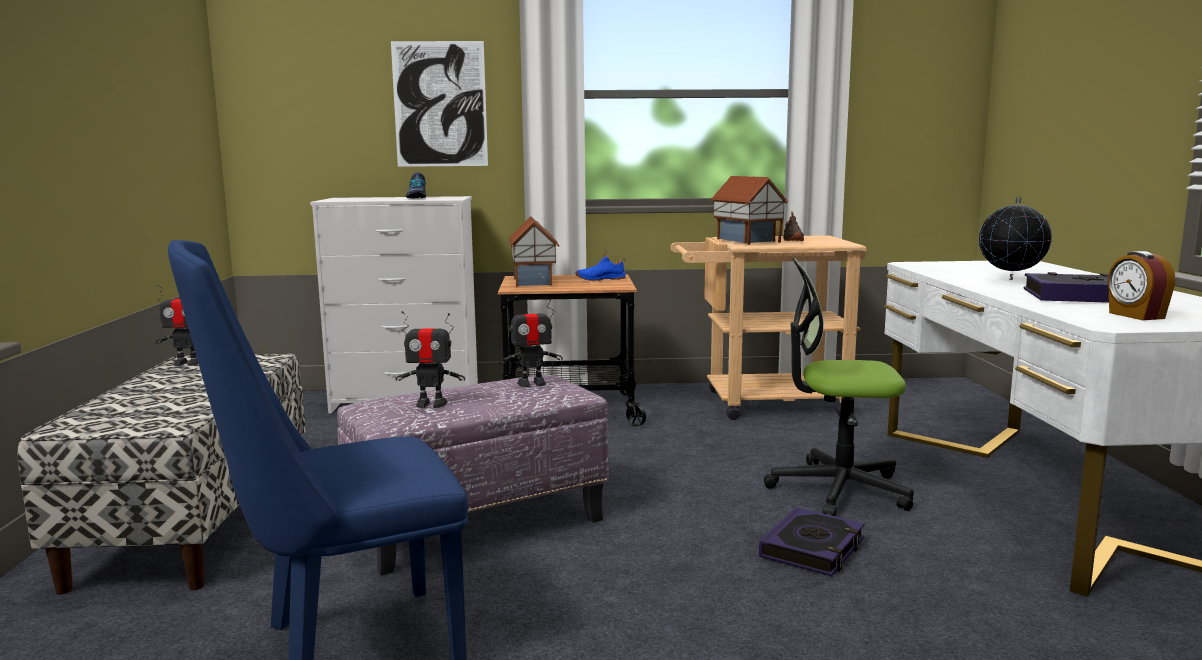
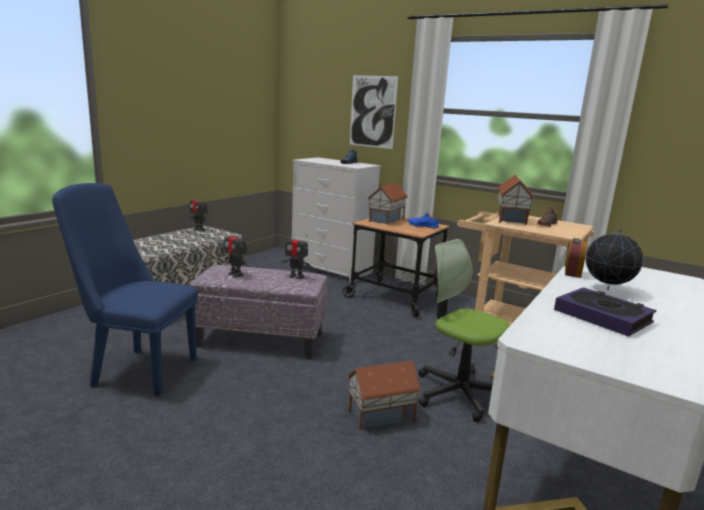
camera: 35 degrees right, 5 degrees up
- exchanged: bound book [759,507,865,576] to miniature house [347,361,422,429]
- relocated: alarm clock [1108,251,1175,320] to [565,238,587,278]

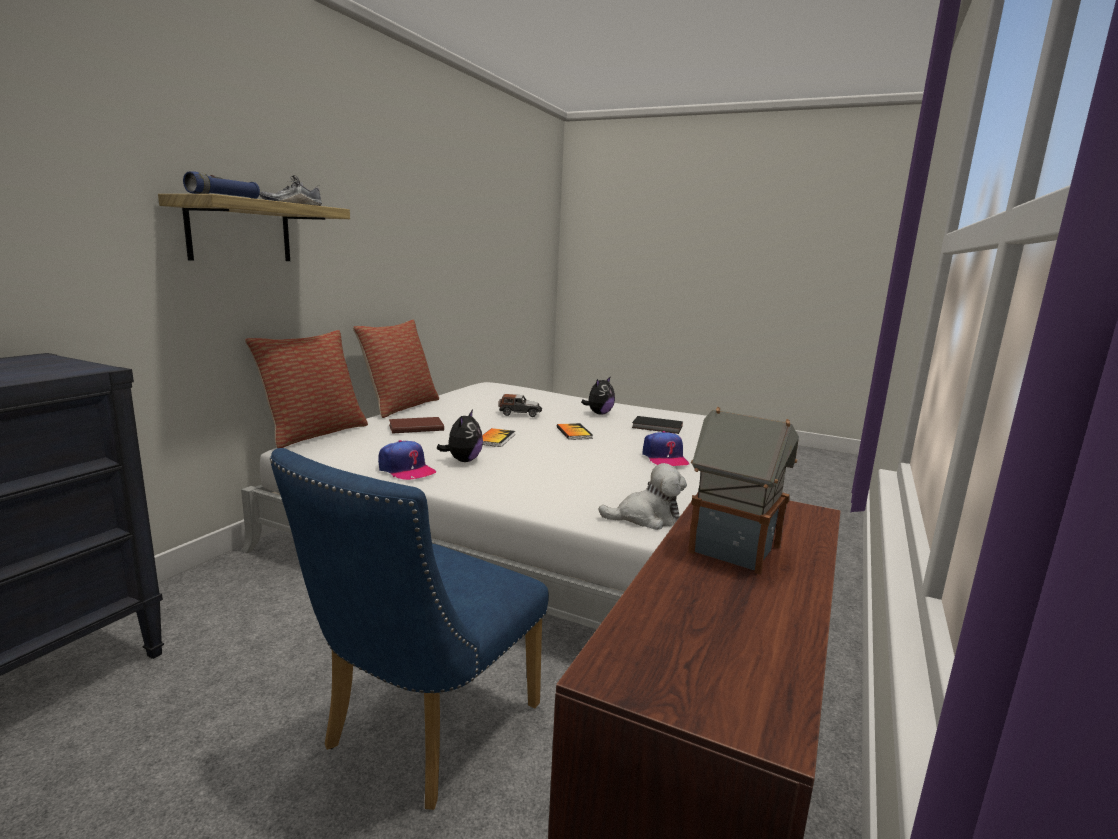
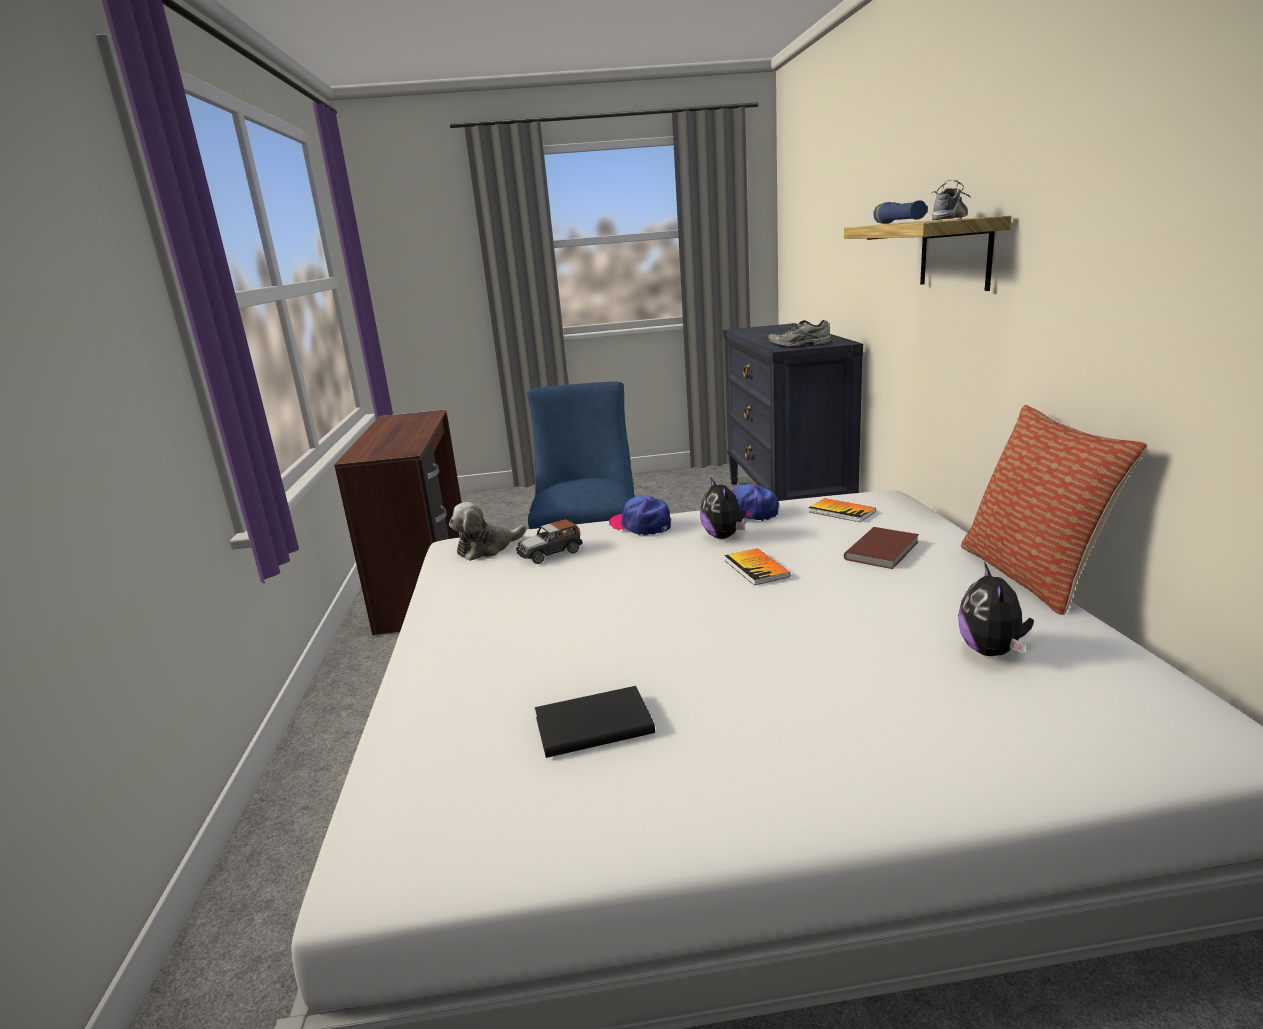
camera: 150 degrees right, 5 degrees up
- relocated: toy car [498,394,542,417] to [516,519,583,564]
- relocated: peaked cap [642,431,689,466] to [609,496,671,536]
- appeared: grey shoe [767,320,832,347]
- relocated: bound book [557,423,593,440] to [809,498,876,522]
- relocated: soft toy [581,376,615,414] to [958,562,1034,656]
- missing: pillow [245,330,368,448]
- missing: miniature house [688,407,799,575]

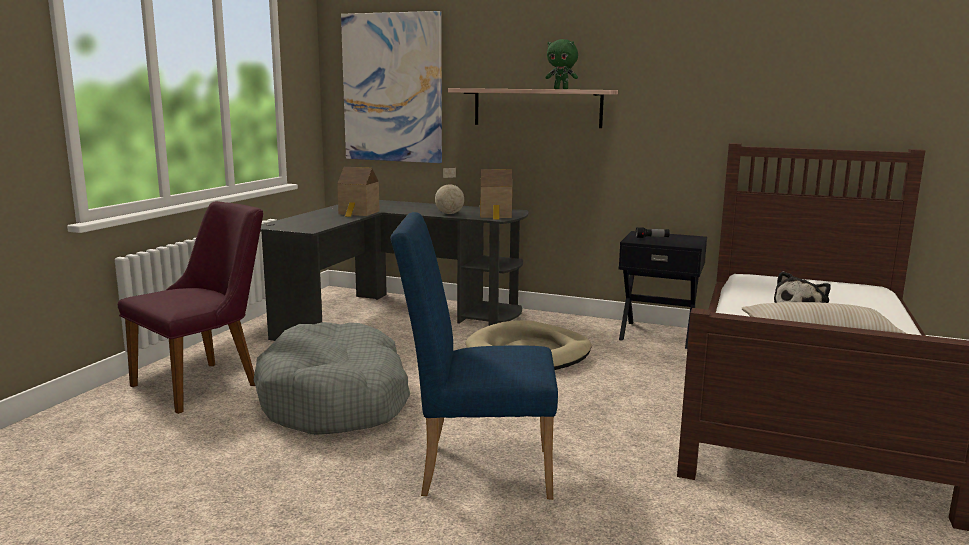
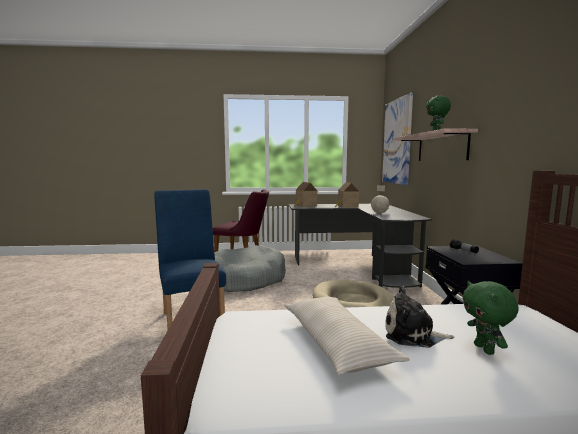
camera: 65 degrees right, 5 degrees down
- relocated: miniature house [479,169,512,220] to [294,182,317,207]
- appeared: green-coloured soft toy [463,281,519,355]

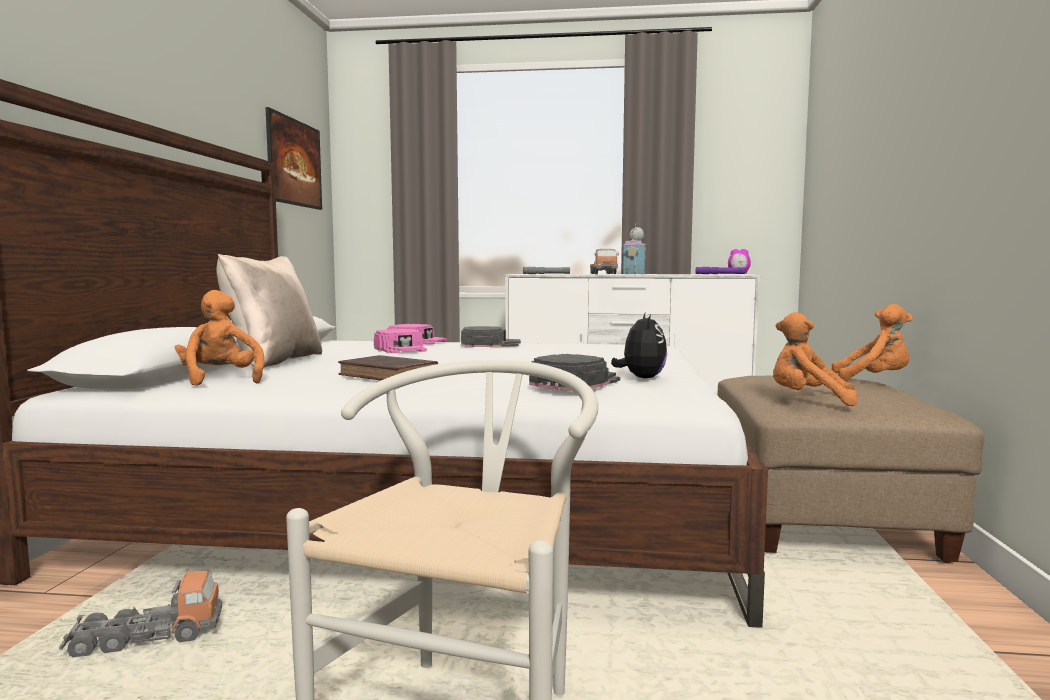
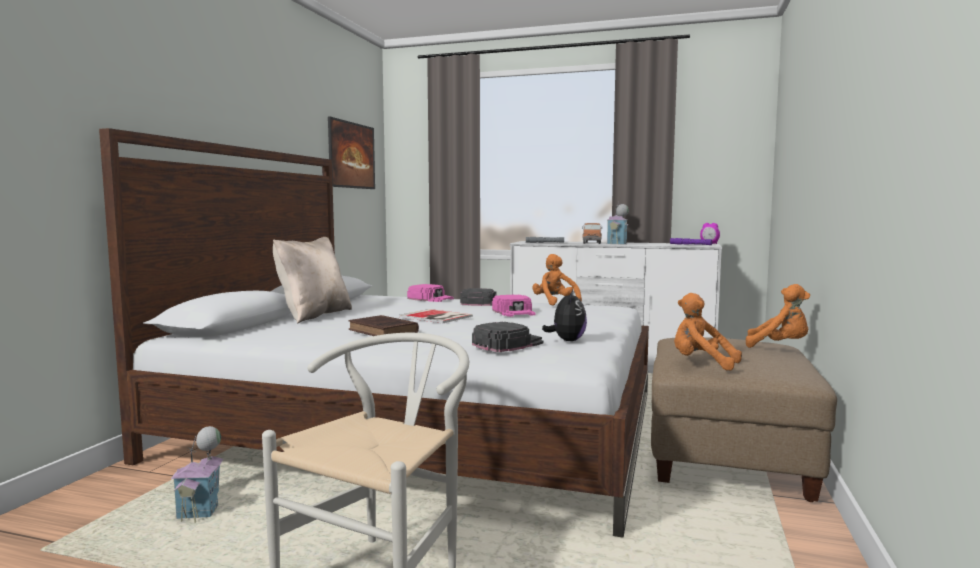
camera: 10 degrees right, 0 degrees up
- exchanged: toy lorry [59,571,222,658] to miniature house [171,426,223,523]
- appeared: bound book [399,309,473,323]
- relocated: pinkish peaked cap [374,329,427,353] to [492,295,535,317]
- relocated: orange-coloured soft toy [175,290,264,386] to [532,254,582,305]

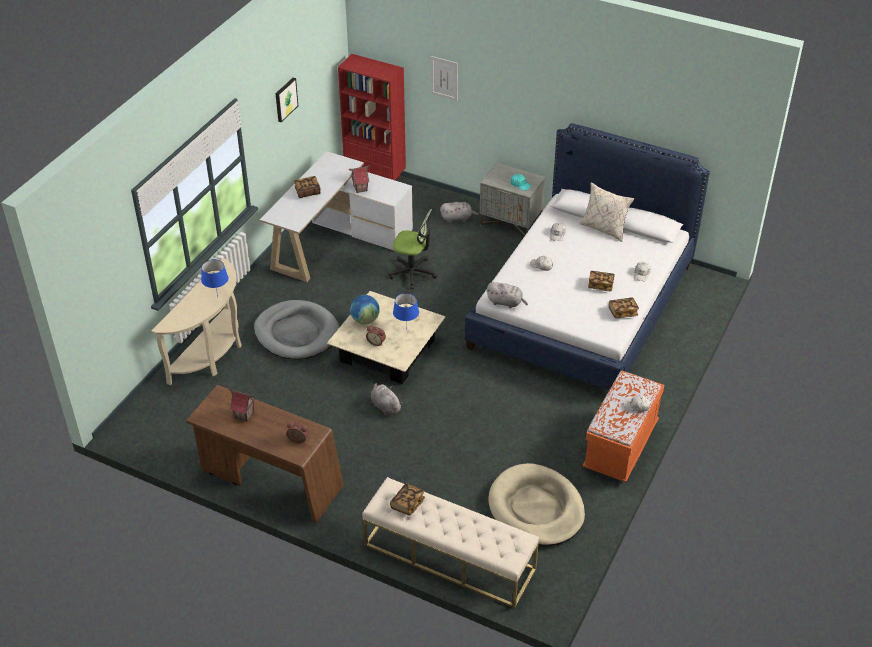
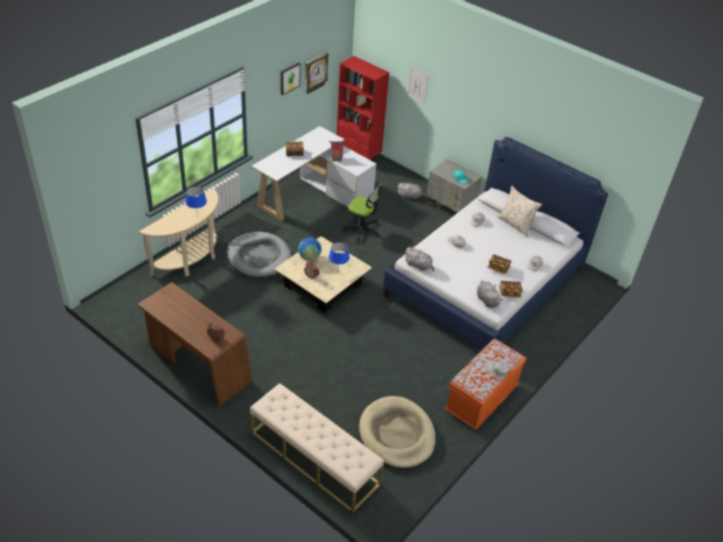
camera: 10 degrees right, 0 degrees up
- appeared: hanging clock [305,52,329,94]
- relocated: grey soft toy [371,383,403,416] to [477,280,503,308]
- missing: miniature house [229,389,256,422]
- missing: bound book [390,483,425,516]

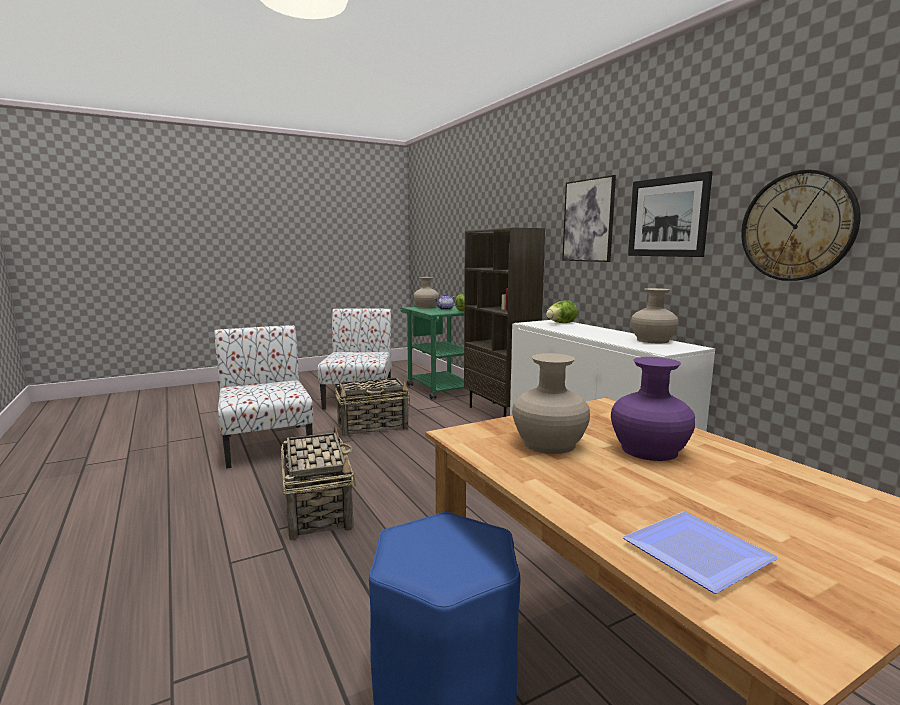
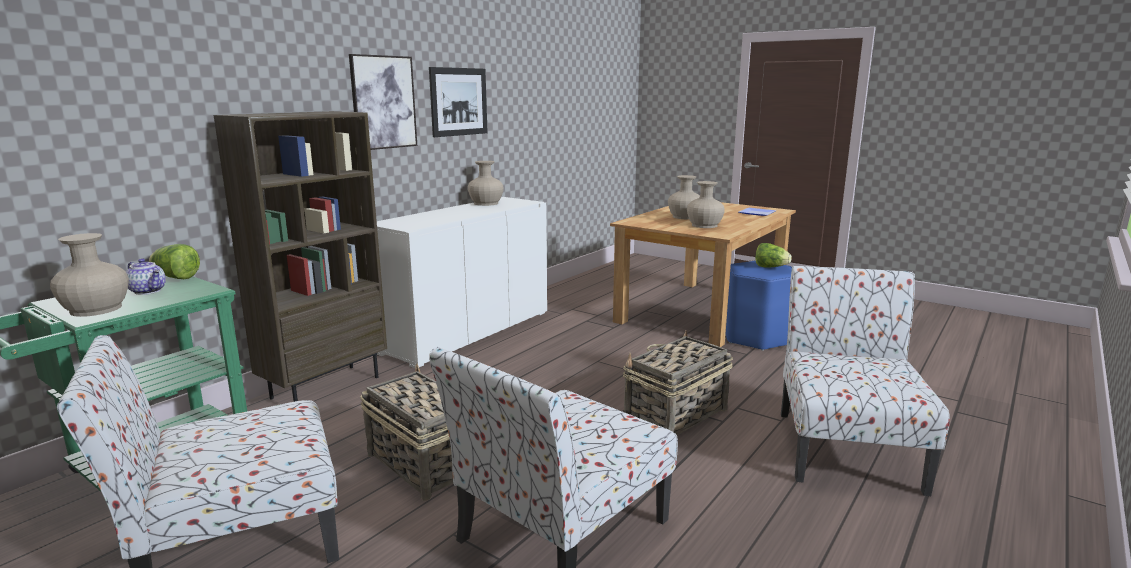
camera: 115 degrees left, 5 degrees up
- colour: purple vase [611,357,695,461] to sand-coloured vase [668,175,700,219]
- relocated: head of lettuce [546,300,577,323] to [755,243,792,268]
- appeared: chair [781,266,950,496]
- missing: hanging clock [741,170,860,281]

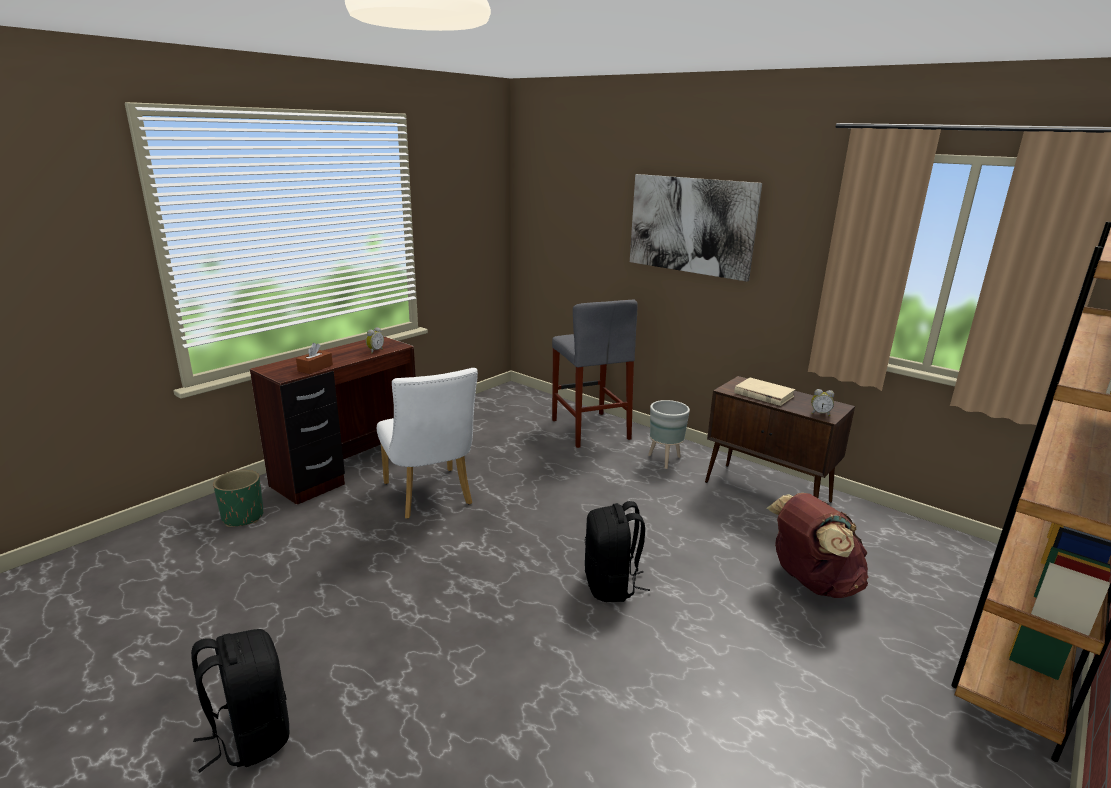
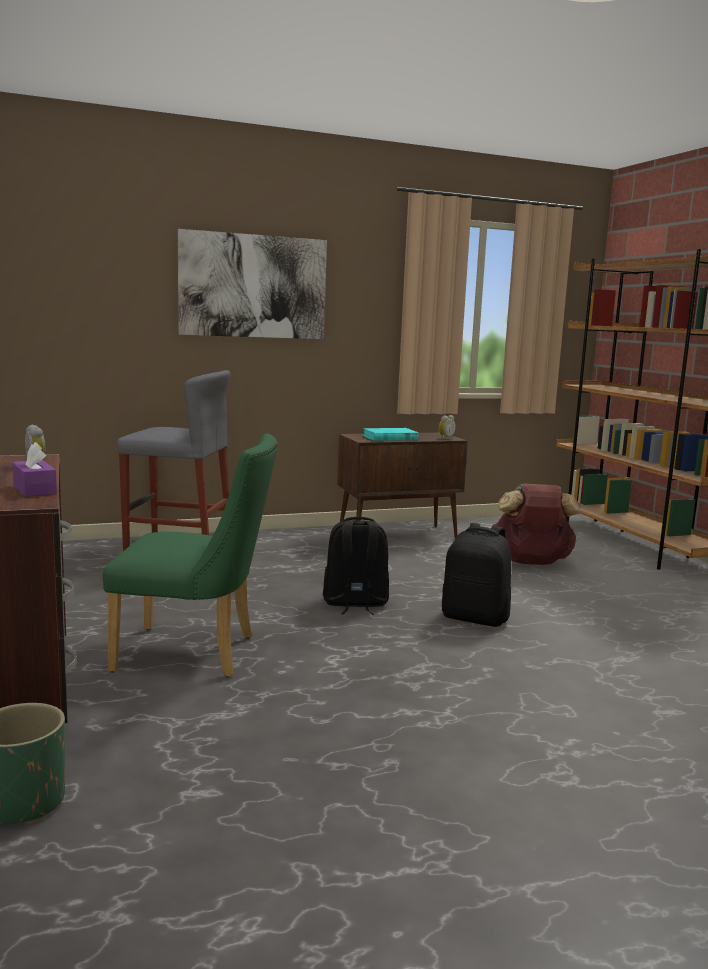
camera: 60 degrees left, 10 degrees down
- colour: brown-coloured tissue holder [296,343,333,374] to purple tissue holder [12,442,57,497]
- colour: white-coloured chair [377,368,478,519] to green-coloured chair [103,434,277,678]
- relocated: black knapsack [191,629,289,772] to [323,517,389,615]
- colour: sand-coloured bound book [734,378,795,406] to turquoise bound book [362,428,419,441]
- missing: grey planter [648,400,690,469]

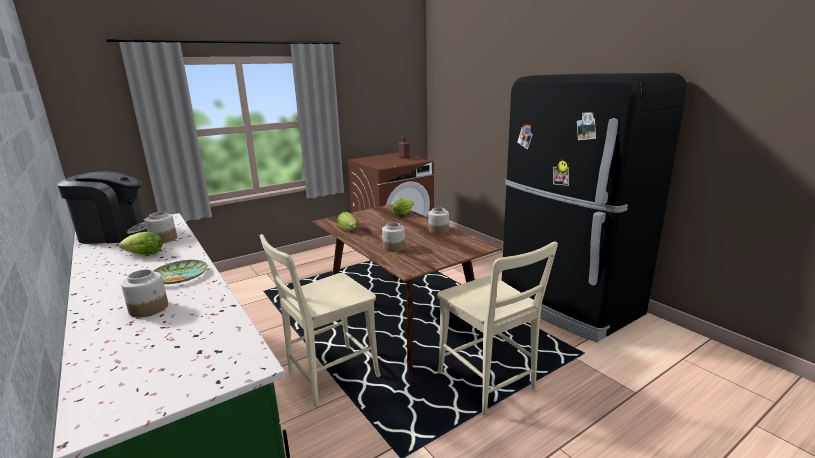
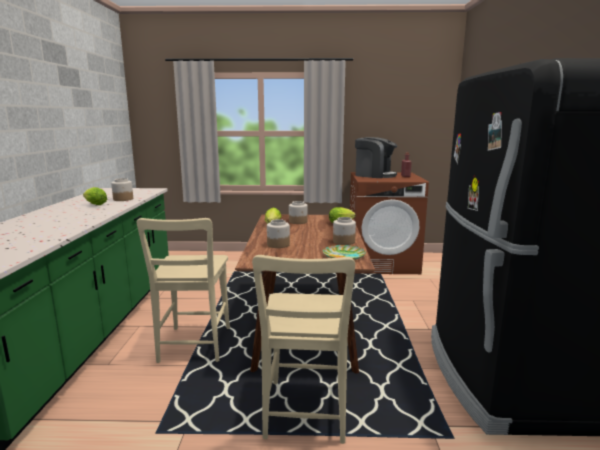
camera: 35 degrees right, 5 degrees down
- spun: sand-coloured chair [260,234,381,407] = [137,218,230,363] 90 degrees counterclockwise
- relocated: jar [121,269,168,318] to [289,201,308,224]
- relocated: dinner plate [153,260,207,284] to [323,245,366,260]
- relocated: coffee maker [57,171,147,244] to [355,137,397,178]

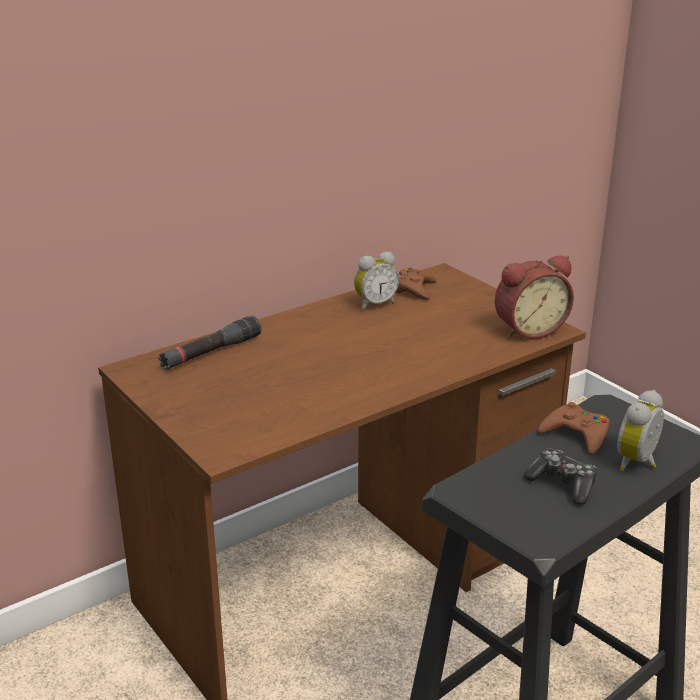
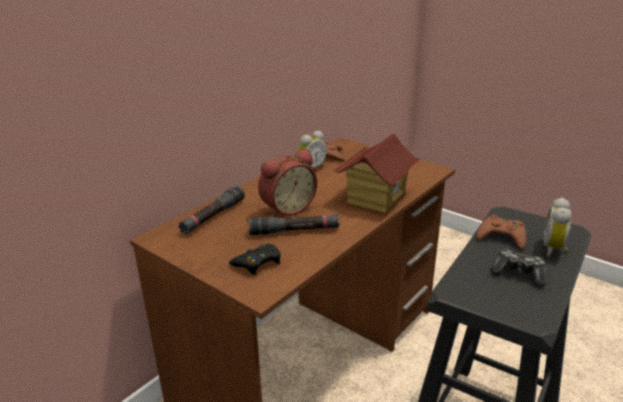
camera: 15 degrees left, 0 degrees up
- appeared: black game controller [229,244,281,275]
- appeared: black torch [249,215,339,235]
- relocated: alarm clock [495,255,574,339] to [258,149,317,217]
- appeared: miniature house [334,134,421,213]

